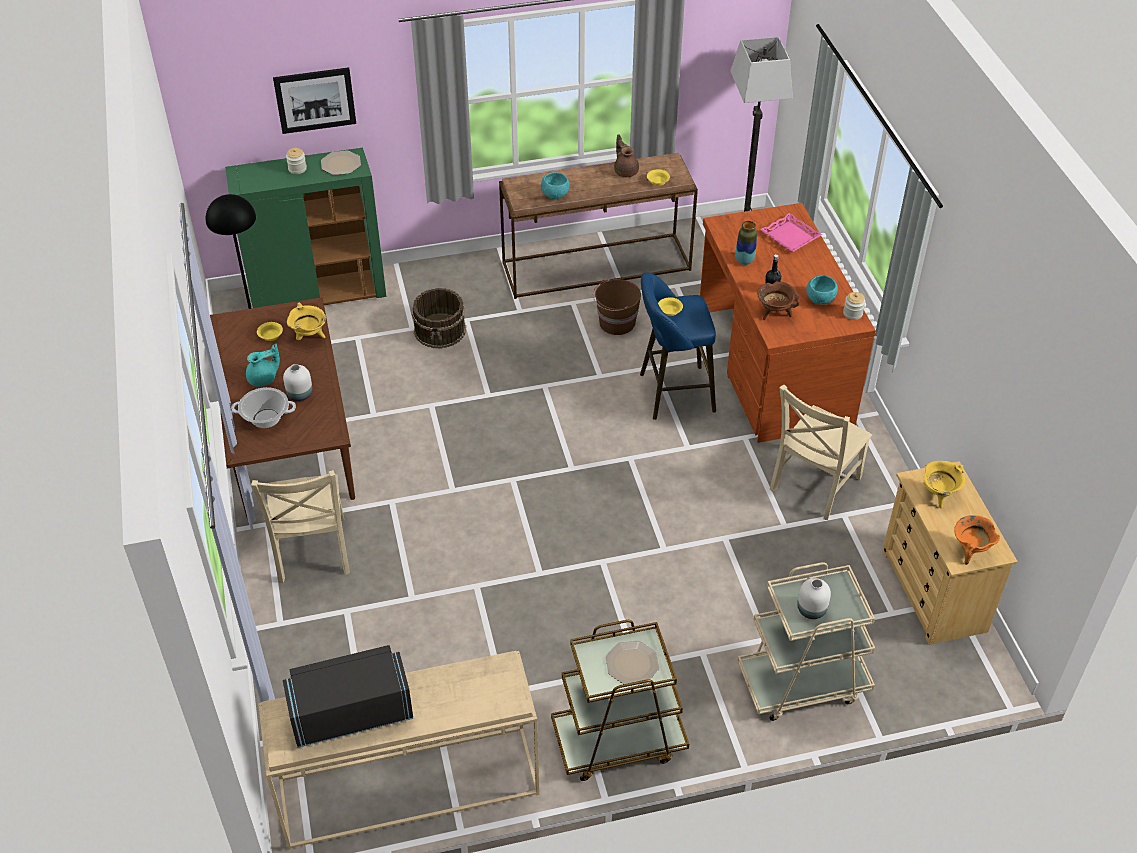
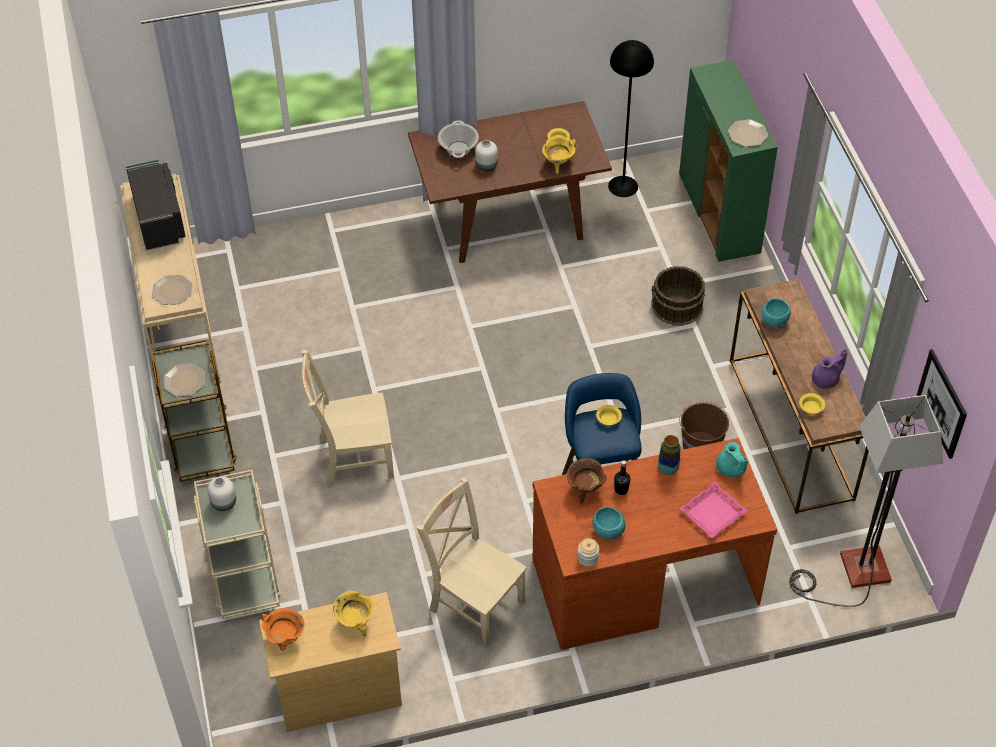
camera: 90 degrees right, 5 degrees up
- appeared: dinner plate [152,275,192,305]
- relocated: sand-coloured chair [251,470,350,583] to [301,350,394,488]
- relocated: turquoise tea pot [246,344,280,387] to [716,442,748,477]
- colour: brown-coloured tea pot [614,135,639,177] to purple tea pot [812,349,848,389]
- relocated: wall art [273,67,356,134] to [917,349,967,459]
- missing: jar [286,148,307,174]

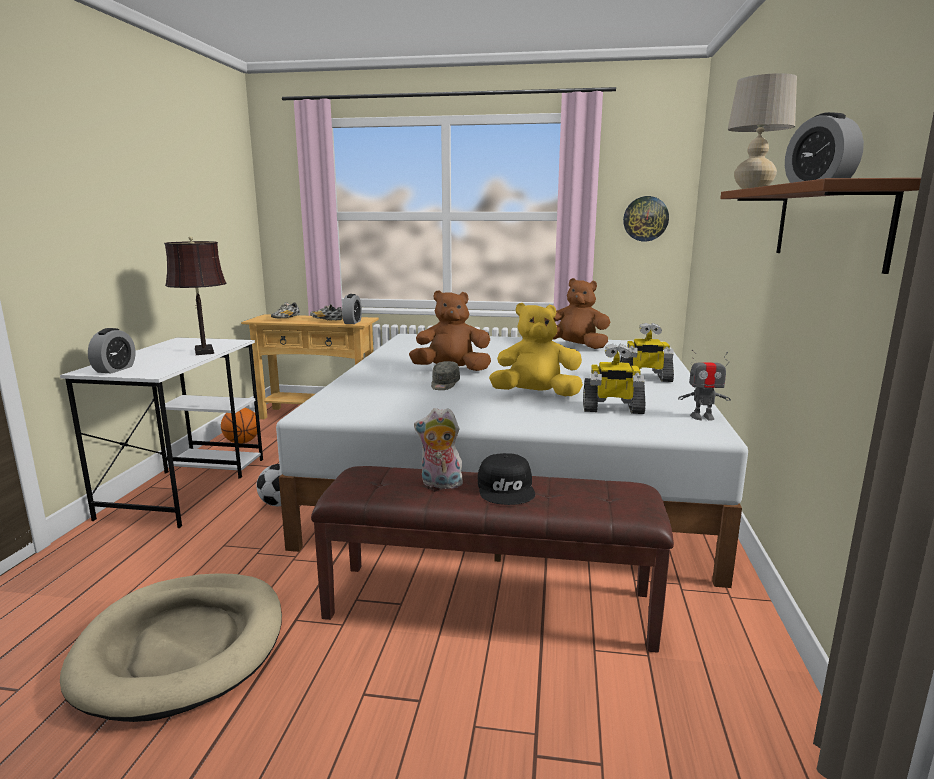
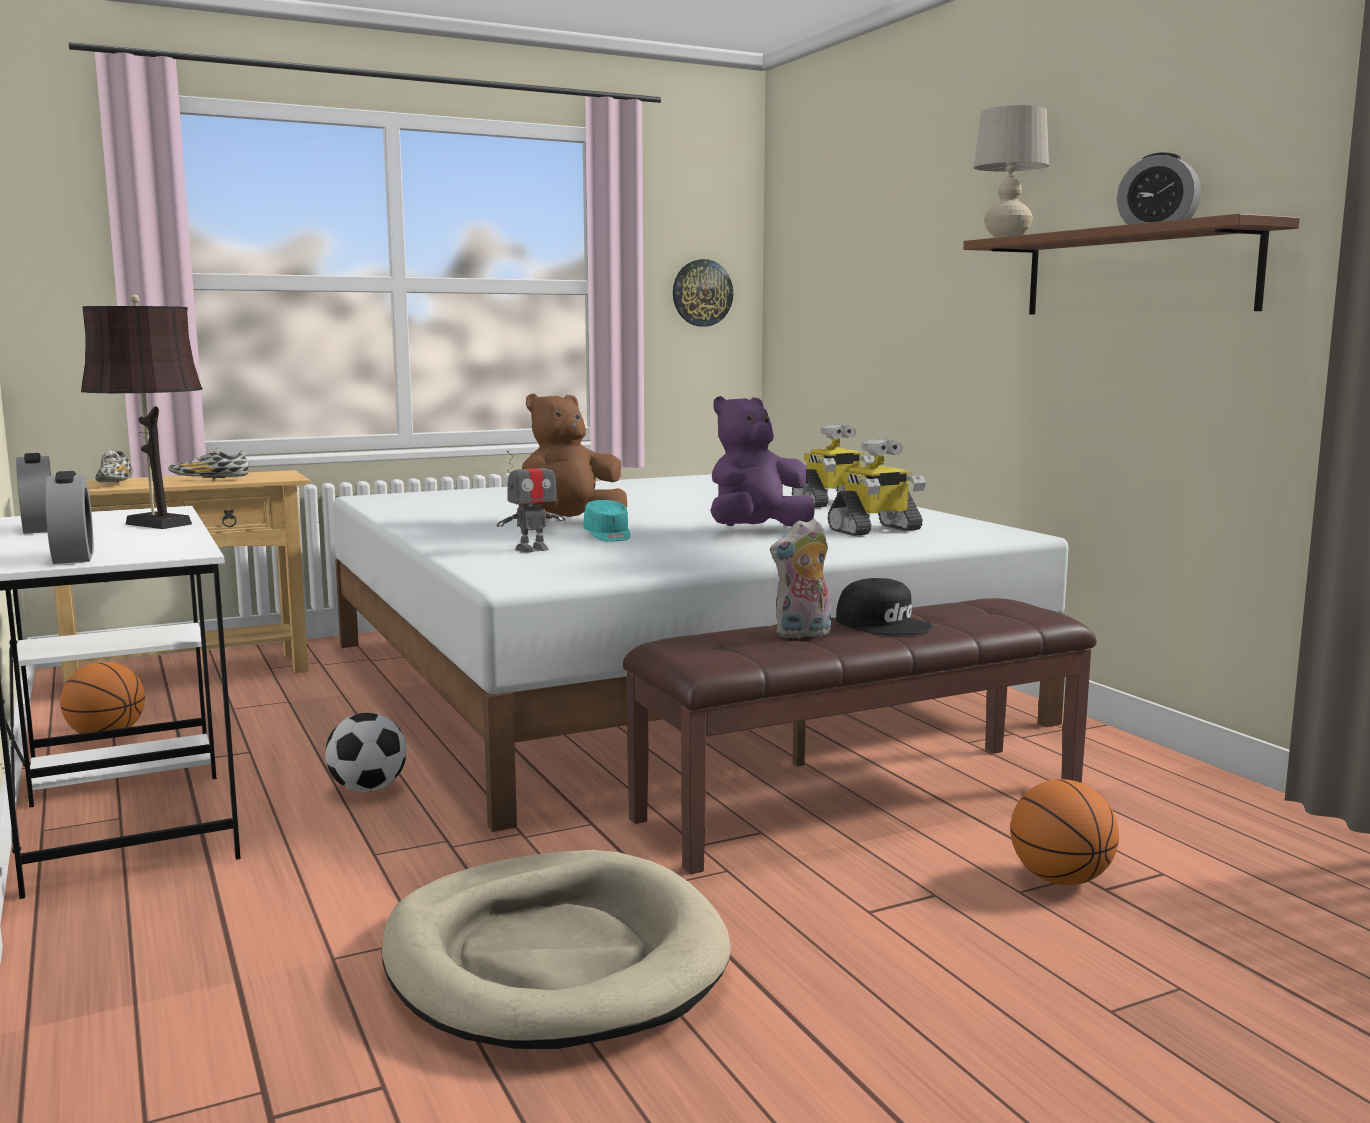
camera: 35 degrees left, 5 degrees down
- relocated: alarm clock [342,294,362,324] to [16,453,51,534]
- relocated: model robot [678,350,731,421] to [497,451,565,552]
- colour: grey peaked cap [431,361,460,390] to turquoise peaked cap [584,500,630,542]
- colour: yellow soft toy [489,303,583,396] to purple soft toy [710,396,815,527]
- appeared: ball for basketball [1010,779,1119,885]
- missing: brown-coloured soft toy [553,278,611,349]

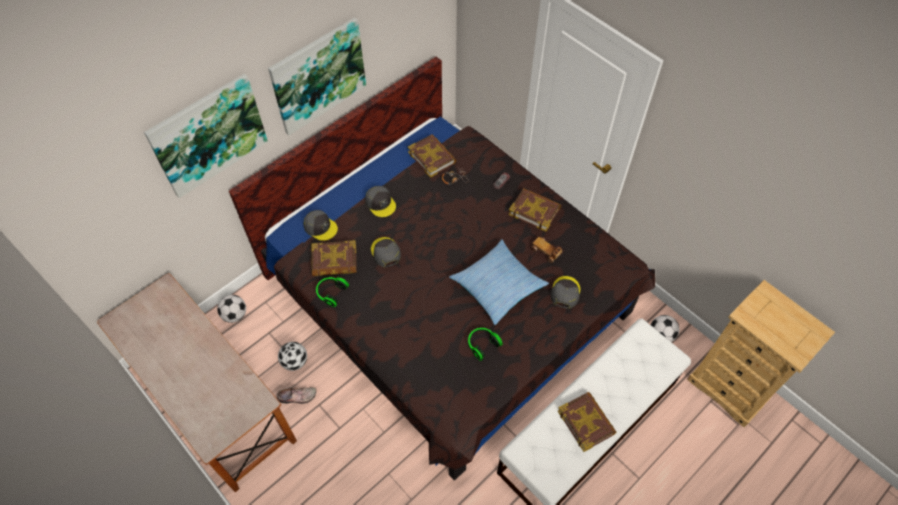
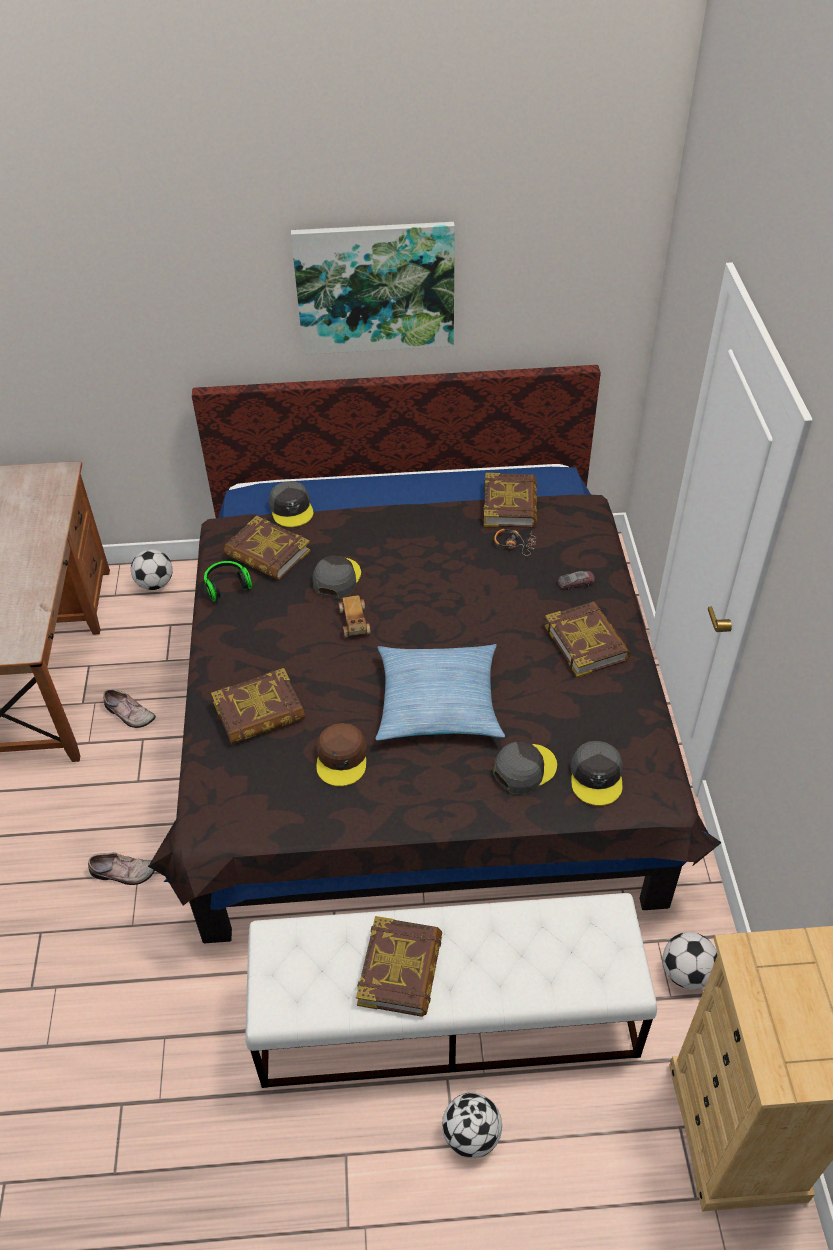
camera: 40 degrees right, 10 degrees down
- appeared: shoe [88,852,155,885]
- appeared: bound book [211,668,305,744]
- exchanged: pair of headphones [468,328,503,361] to brown-coloured peaked cap [316,723,367,786]
- relocated: toy car [530,237,562,263] to [338,595,371,638]
- relocated: football ball [278,342,307,371] to [442,1093,502,1158]
- relocated: grey peaked cap [365,186,396,217] to [571,741,623,806]
- missing: wall art [144,74,268,198]

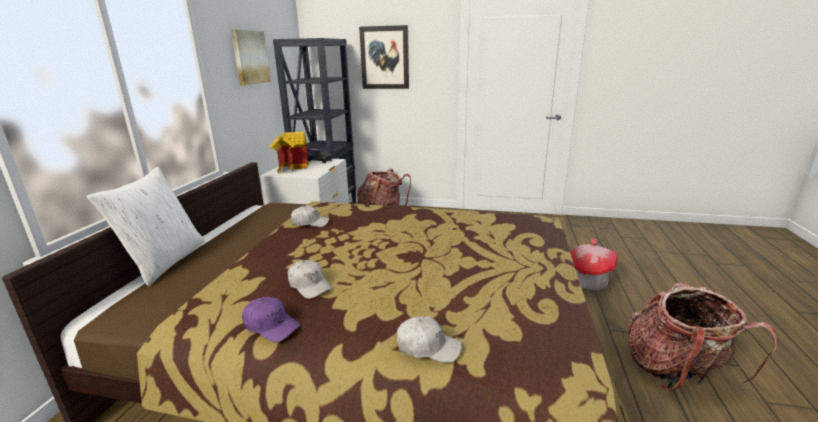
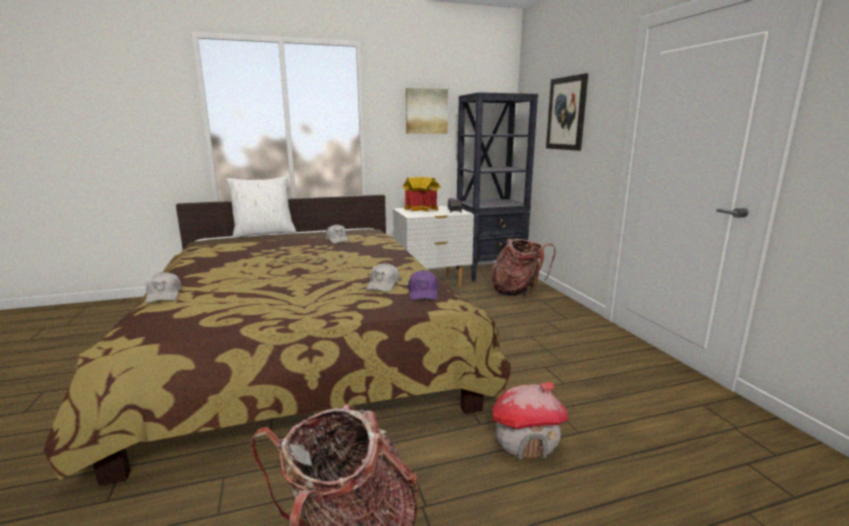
camera: 60 degrees right, 5 degrees down
- relocated: white-coloured peaked cap [288,260,332,299] to [366,263,399,292]
- relocated: purple peaked cap [242,297,301,342] to [408,270,438,300]

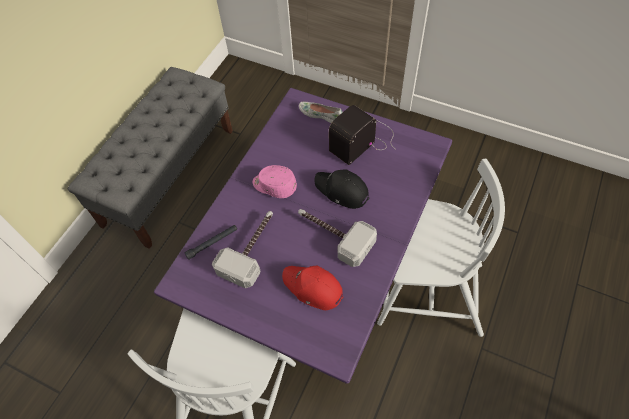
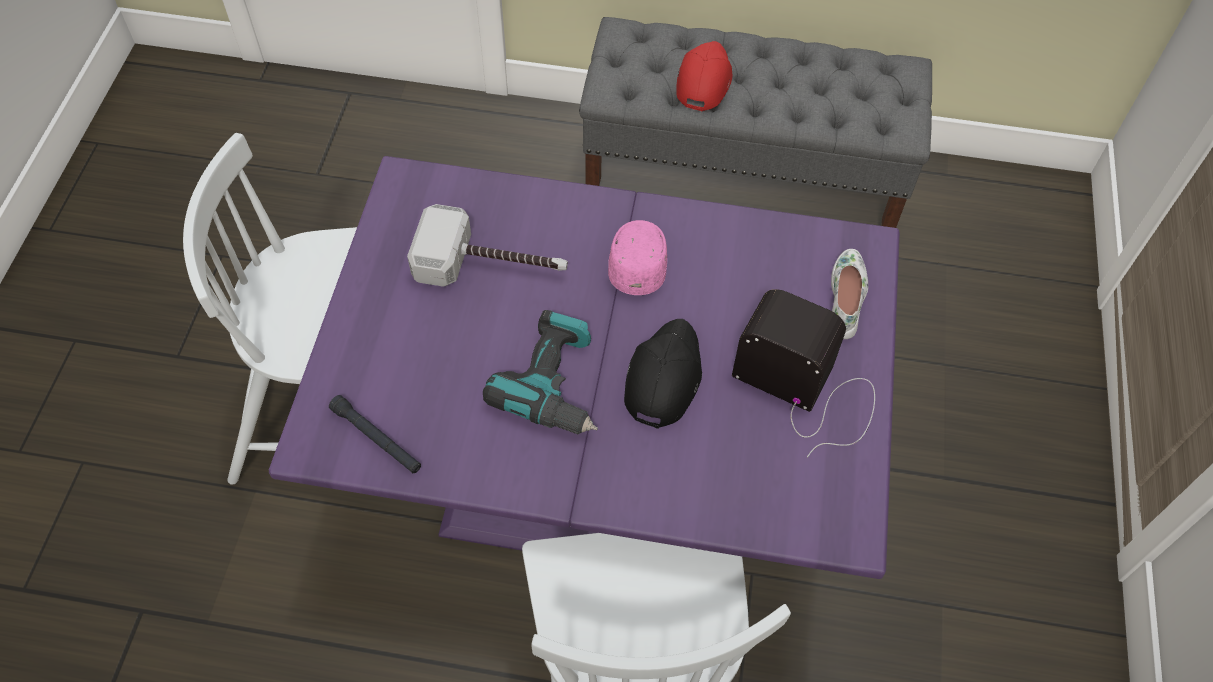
camera: 70 degrees right, 0 degrees up
- relocated: black torch [184,225,237,260] to [329,395,421,473]
- exchanged: tool hammer [298,209,377,267] to drill [483,310,598,434]
- relocated: red peaked cap [282,265,344,310] to [676,41,732,111]

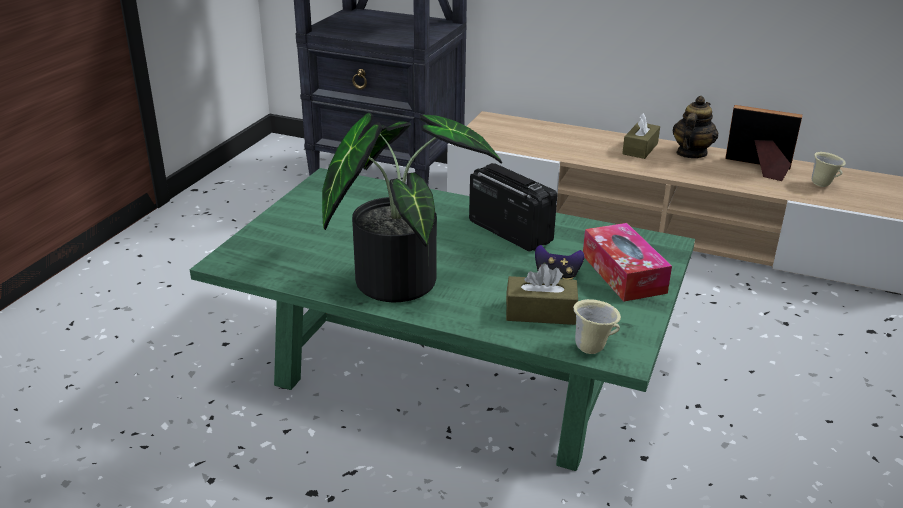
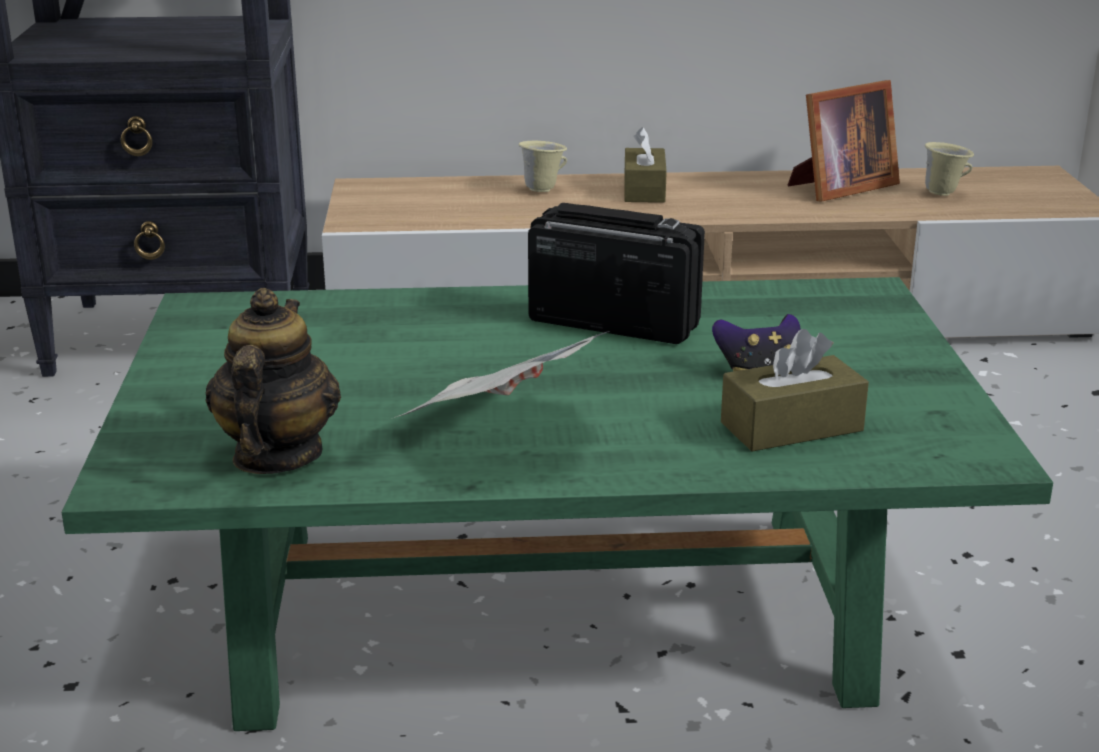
camera: 25 degrees left, 5 degrees down
- relocated: tea pot [672,96,718,158] to [205,288,341,474]
- exchanged: plant in a pot [322,113,502,302] to daily paper [394,331,610,418]
- relocated: sand-coloured coffee mug [573,299,621,354] to [518,141,567,192]
- spun: standing frame [725,105,803,181] = [788,80,900,201] 150 degrees clockwise
- missing: tissue holder [583,223,672,302]

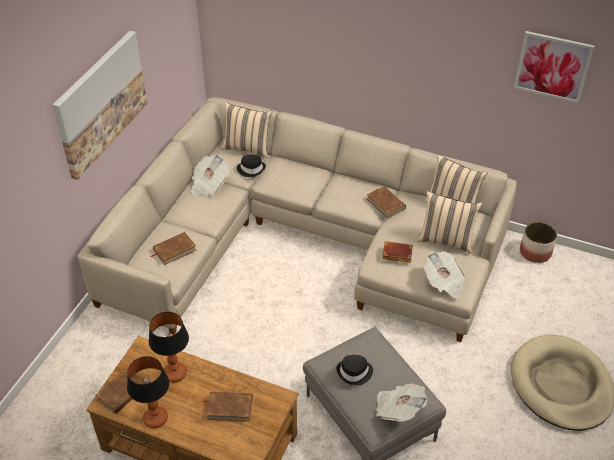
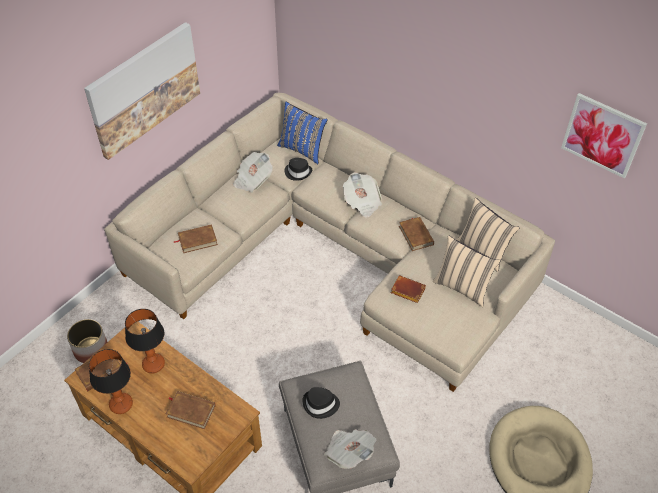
camera: 15 degrees right, 5 degrees up
- relocated: planter [520,222,557,263] to [67,319,107,363]
- colour: sand-coloured pillow [221,102,272,159] to blue pillow [277,101,328,164]
- relocated: daily paper [424,251,467,299] to [343,172,382,218]

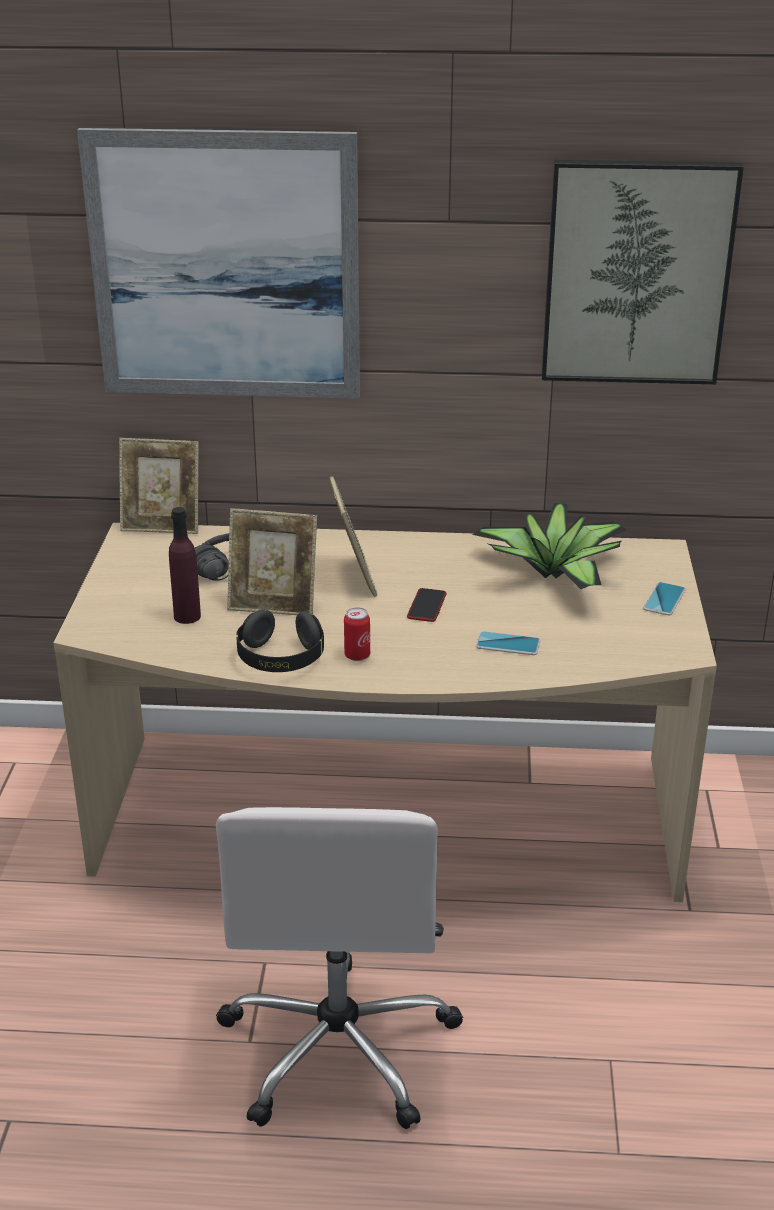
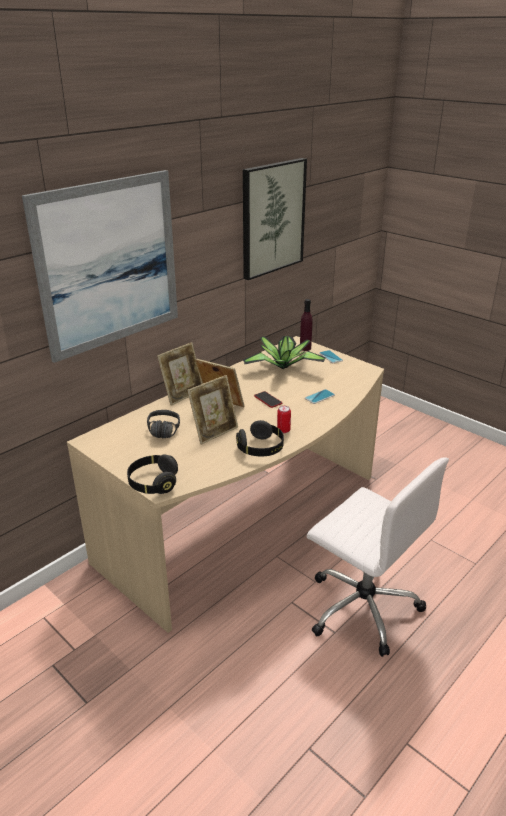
camera: 50 degrees left, 0 degrees up
- appeared: black pair of headphones [127,454,178,494]
- relocated: standing frame [119,438,199,534] to [157,342,203,406]
- relocated: purple beverage bottle [169,507,201,624] to [300,299,313,351]

